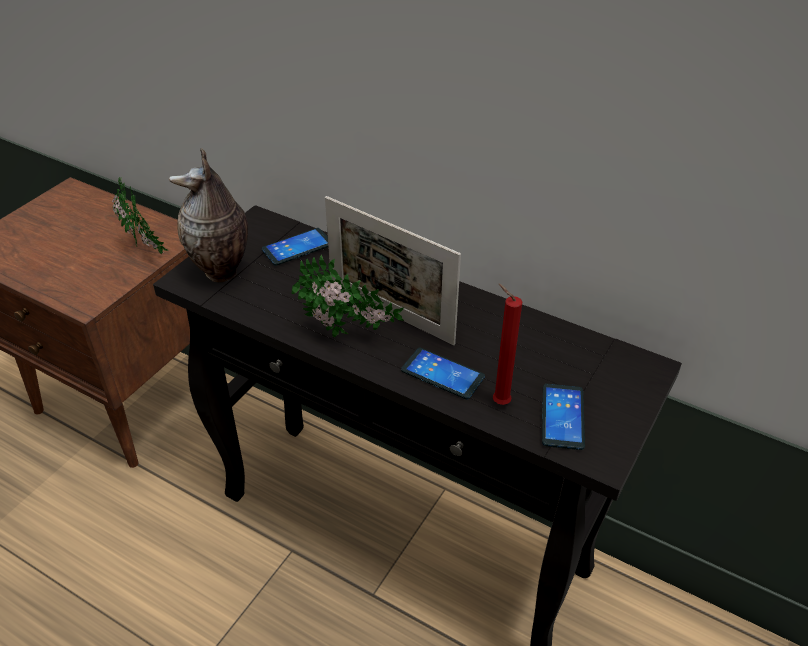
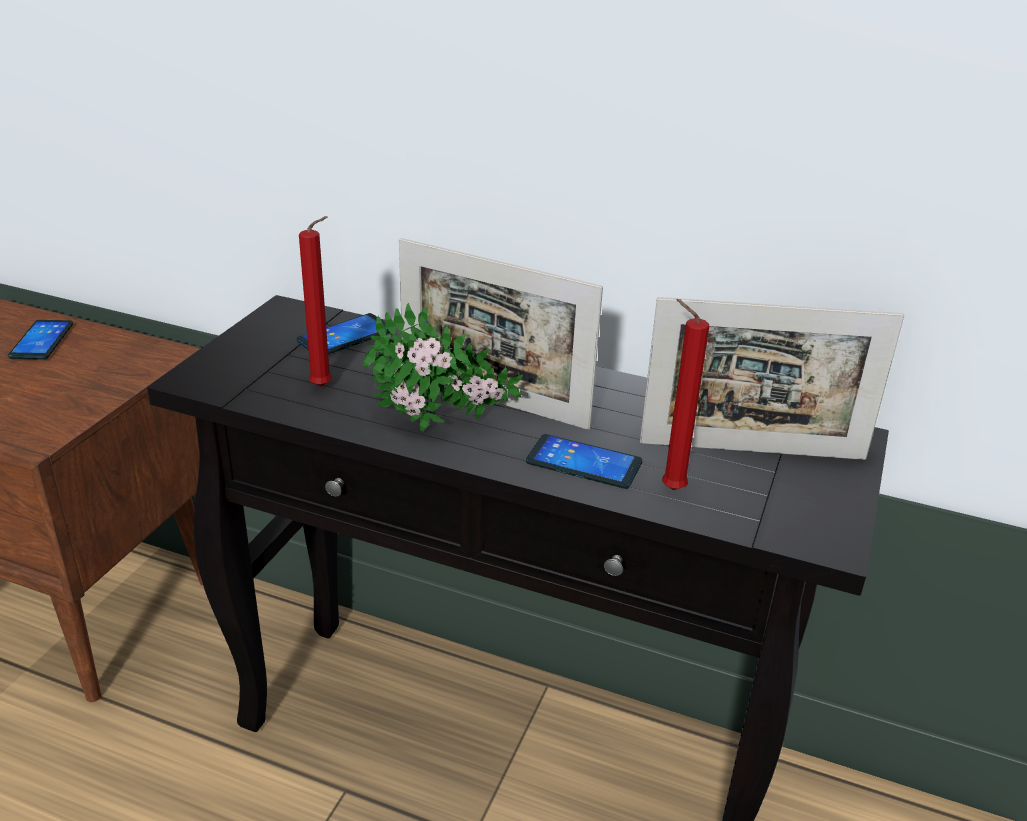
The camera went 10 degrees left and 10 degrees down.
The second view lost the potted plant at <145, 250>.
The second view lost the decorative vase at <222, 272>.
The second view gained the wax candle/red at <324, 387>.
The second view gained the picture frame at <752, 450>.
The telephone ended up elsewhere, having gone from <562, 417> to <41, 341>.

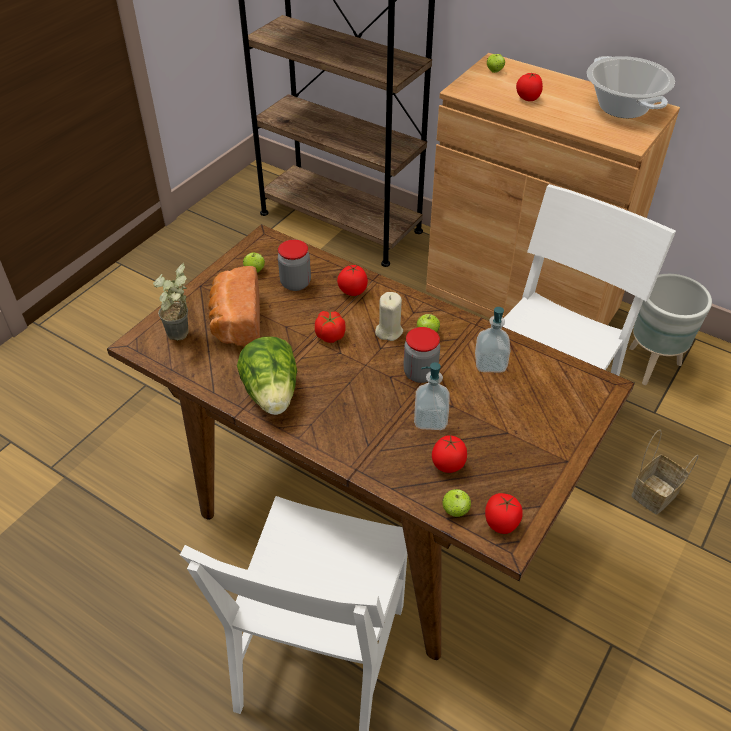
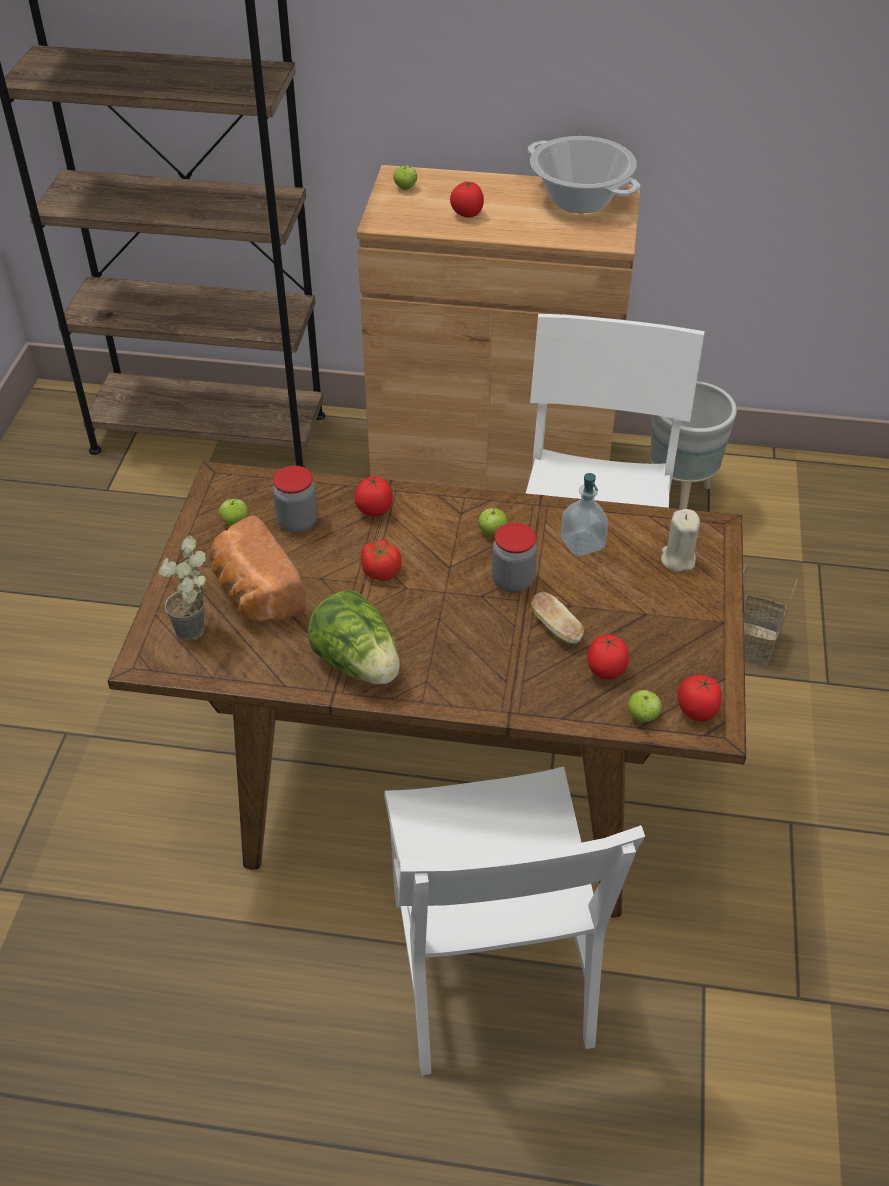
The camera went 25 degrees left and 0 degrees up.
The wax candle/beige-coloured ended up elsewhere, having gone from <389, 331> to <677, 559>.
Where the liquid soap bottle stood at <430, 419>, the bread came to stand at <556, 628>.

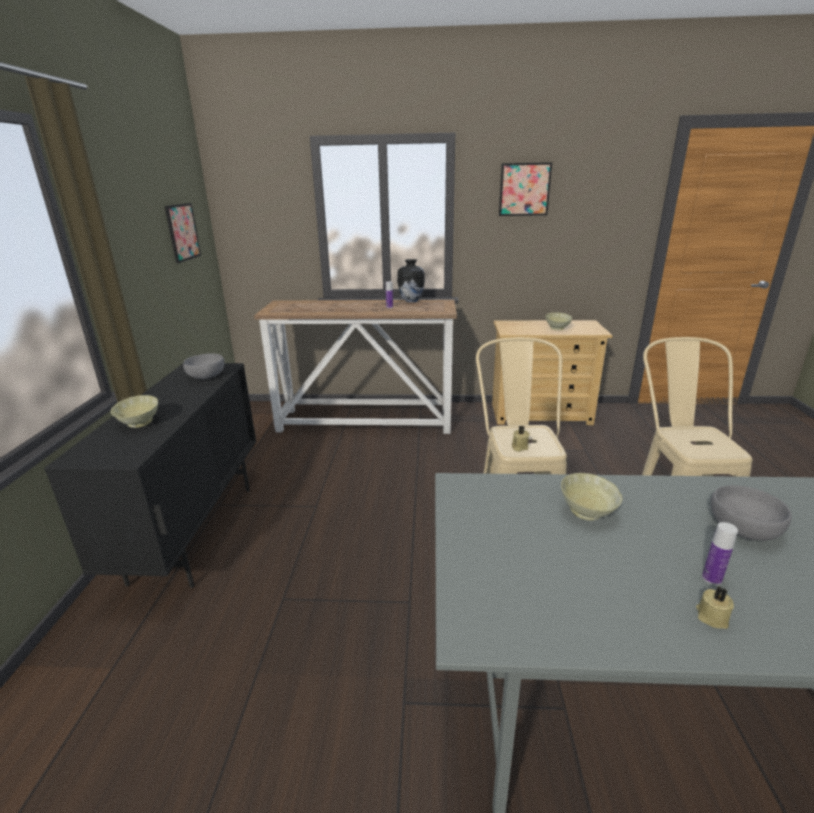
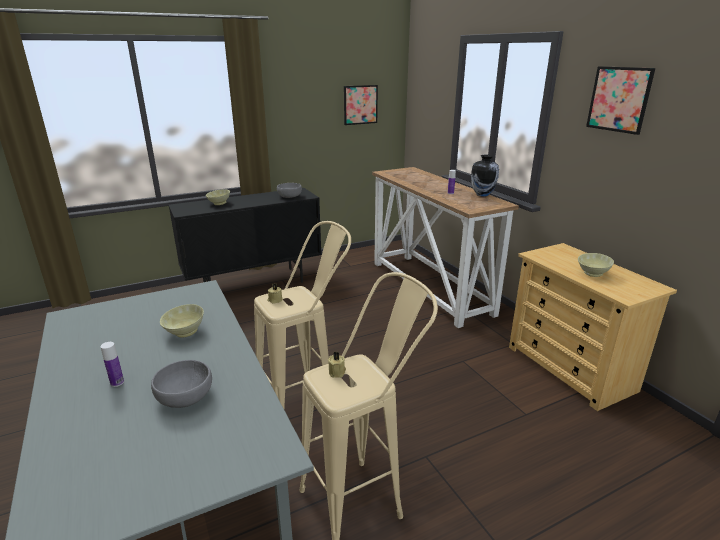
The camera went 60 degrees right and 0 degrees up.
The wax candle/beige-coloured ended up elsewhere, having gone from <711, 617> to <337, 372>.

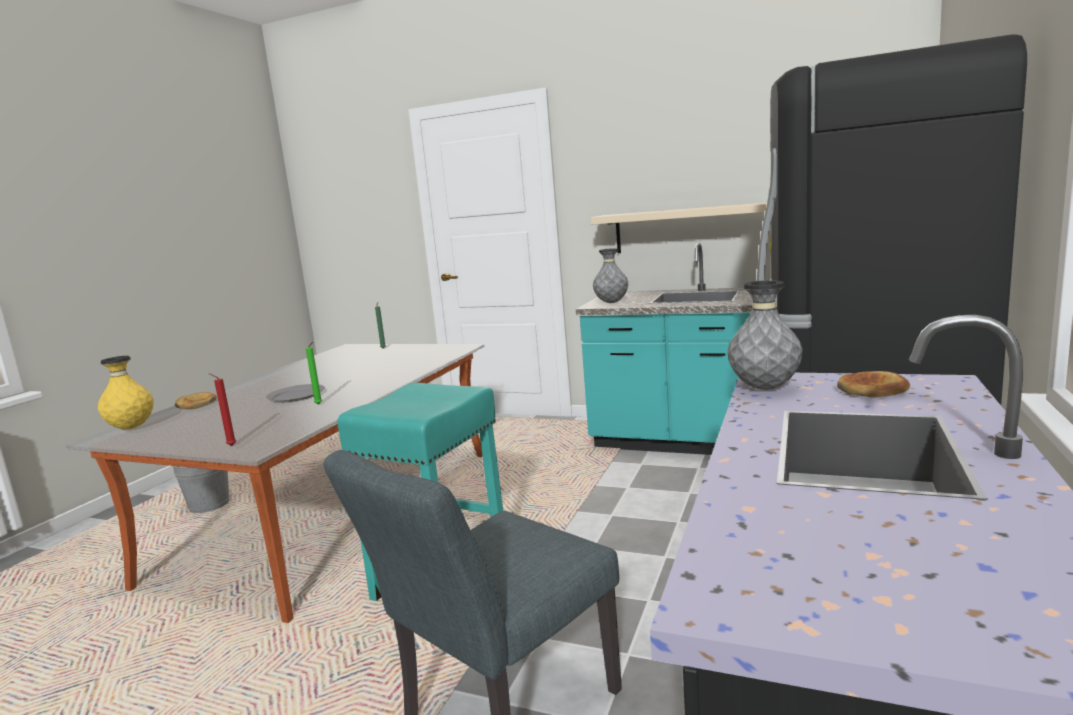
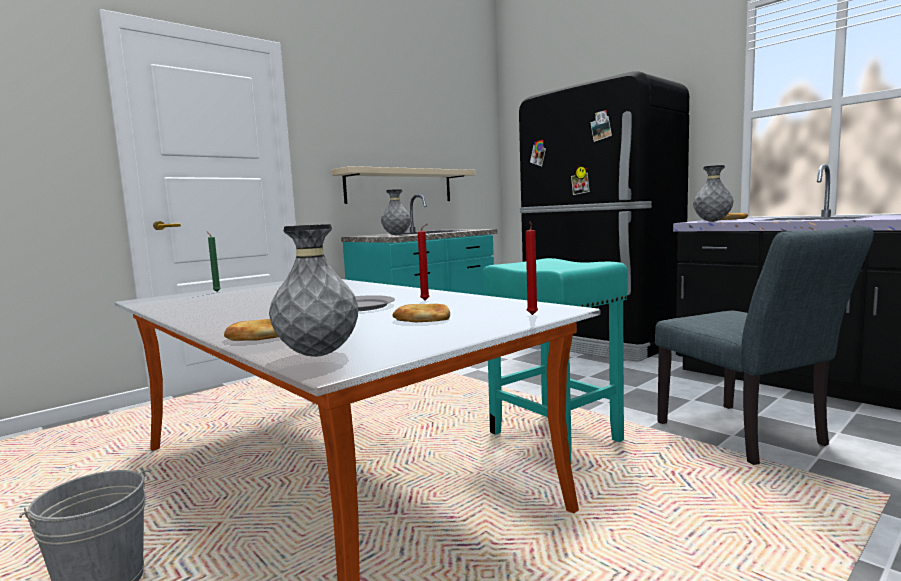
The camera went 65 degrees left and 5 degrees down.
The second view gained the bread at <422, 318>.
What was the decorative vase/yellow at <131, 428> turned into the decorative vase/gray at <318, 355>.
What was the wax candle/green-coloured at <319, 404> turned into the wax candle/red at <426, 300>.

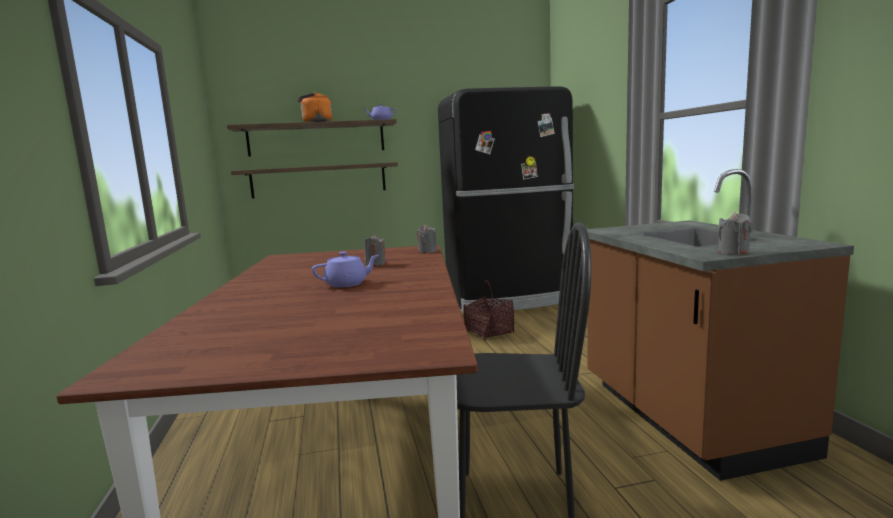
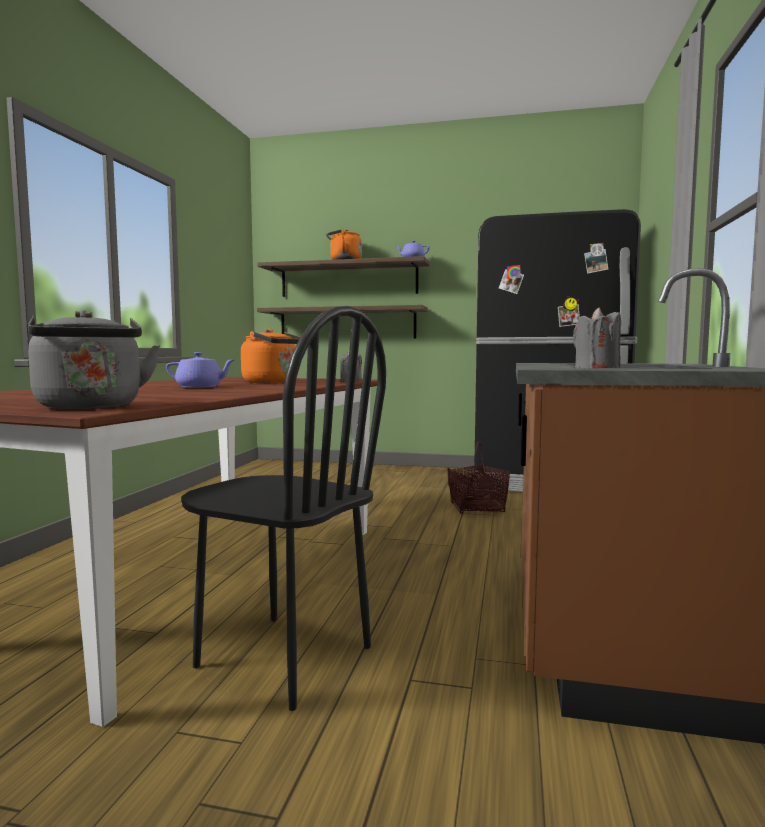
The camera went 25 degrees right and 5 degrees down.
The second view gained the tea kettle/gray at <91, 407>.
Where the wax candle/gray stood at <375, 264>, the tea kettle/orange-coloured came to stand at <273, 382>.

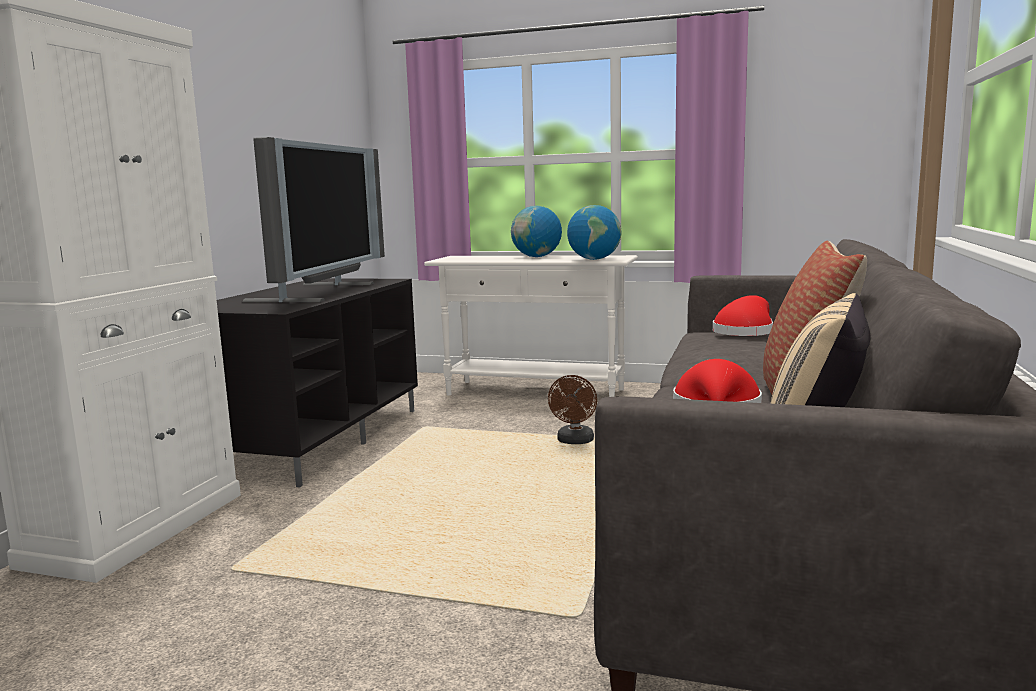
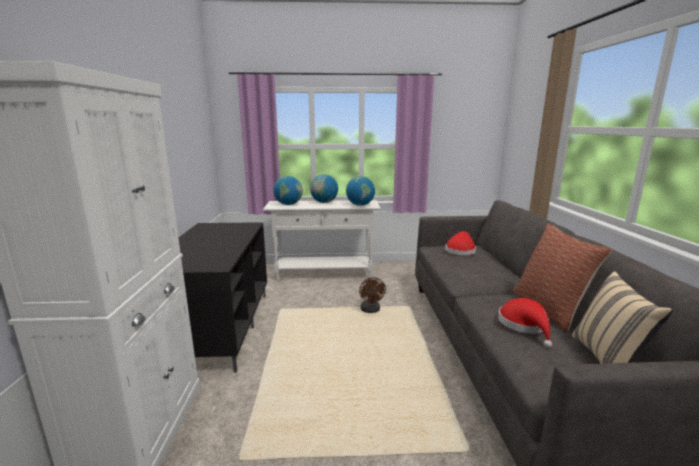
The camera went 20 degrees left and 5 degrees up.
The second view lost the television at <325, 292>.
The second view gained the desk globe at <288, 204>.

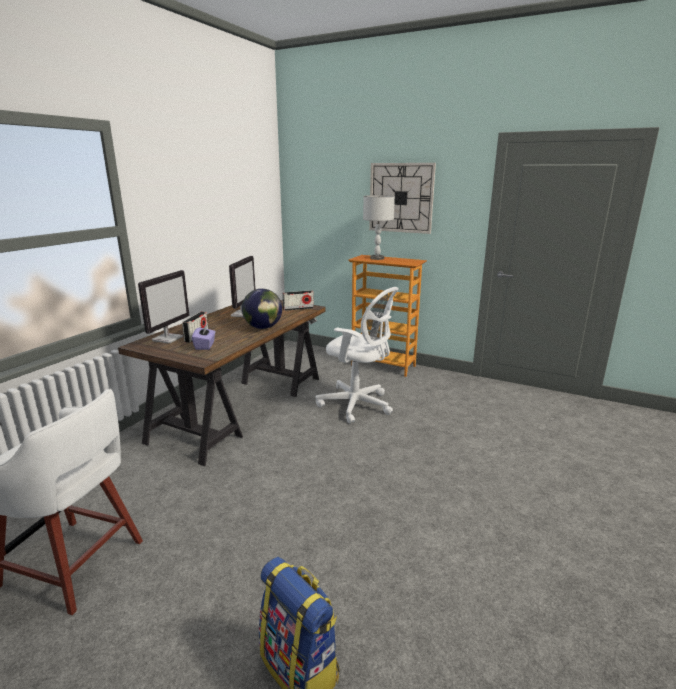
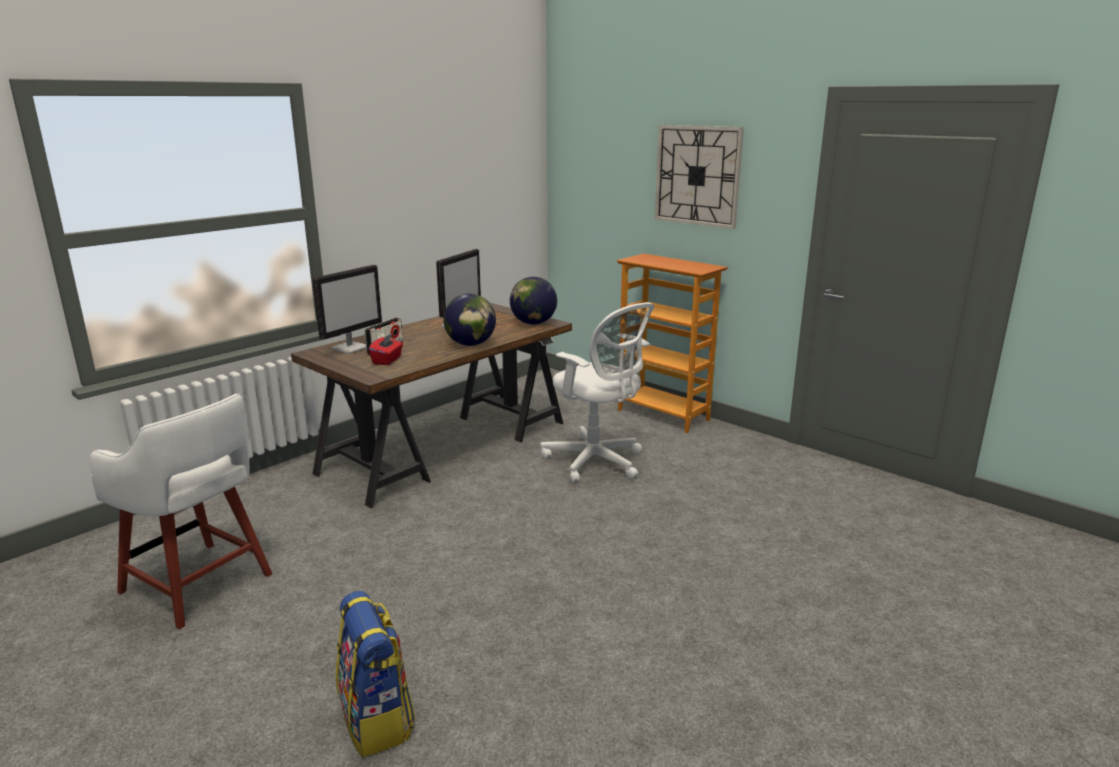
The camera went 15 degrees right and 0 degrees up.
The second view lost the lamp for a table/gray at <377, 258>.
Where the radio receiver stood at <298, 308>, the desk globe came to stand at <533, 323>.
What was the box of tissues/purple-coloured at <205, 346> turned into the box of tissues/red at <387, 360>.

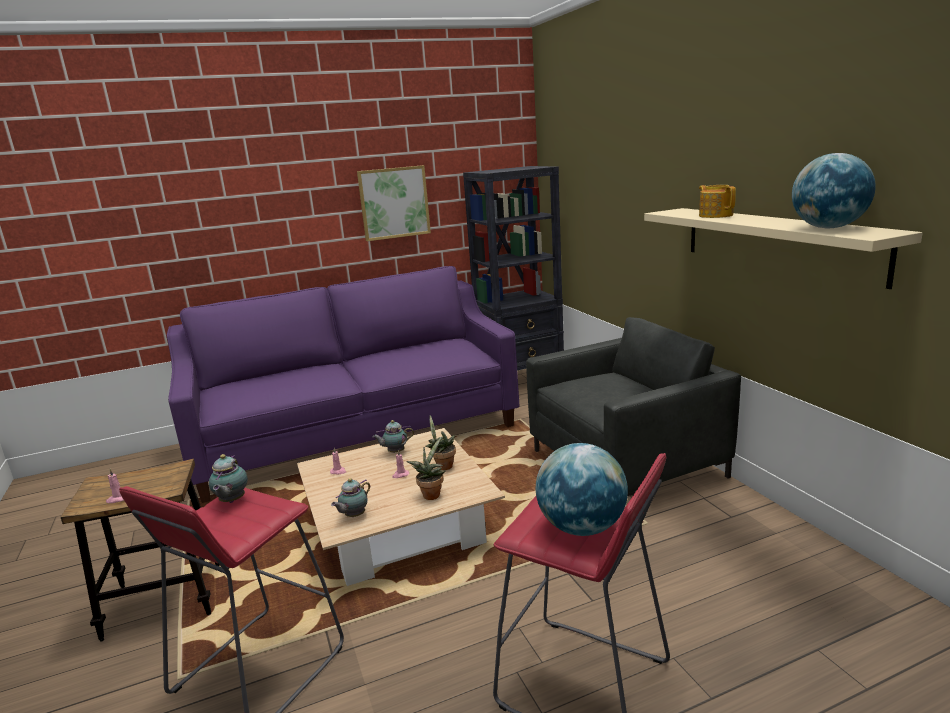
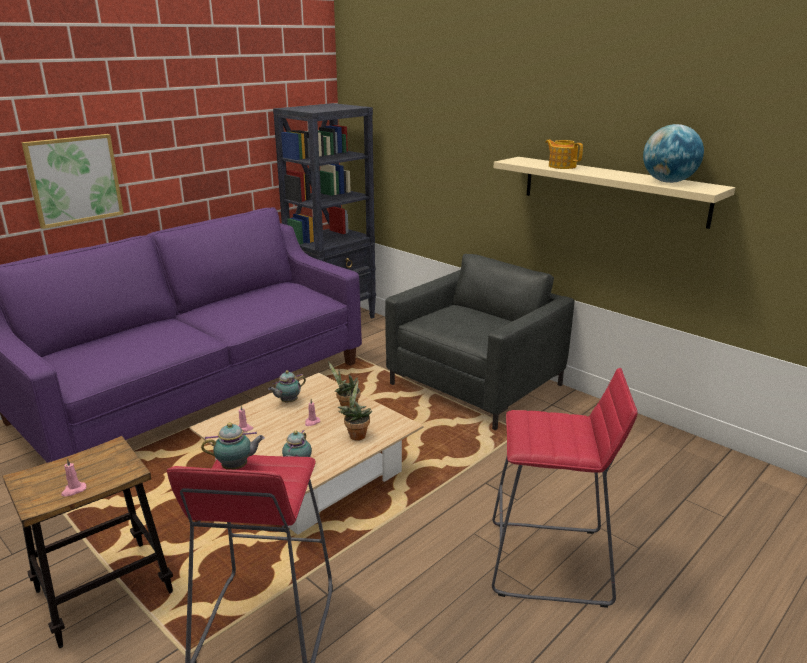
The camera went 25 degrees left and 5 degrees up.
The second view lost the desk globe at <582, 527>.
The wall picture ended up elsewhere, having gone from <394, 203> to <74, 180>.
The pot for tea at <231, 501> ended up facing another way, 75 degrees counterclockwise from before.

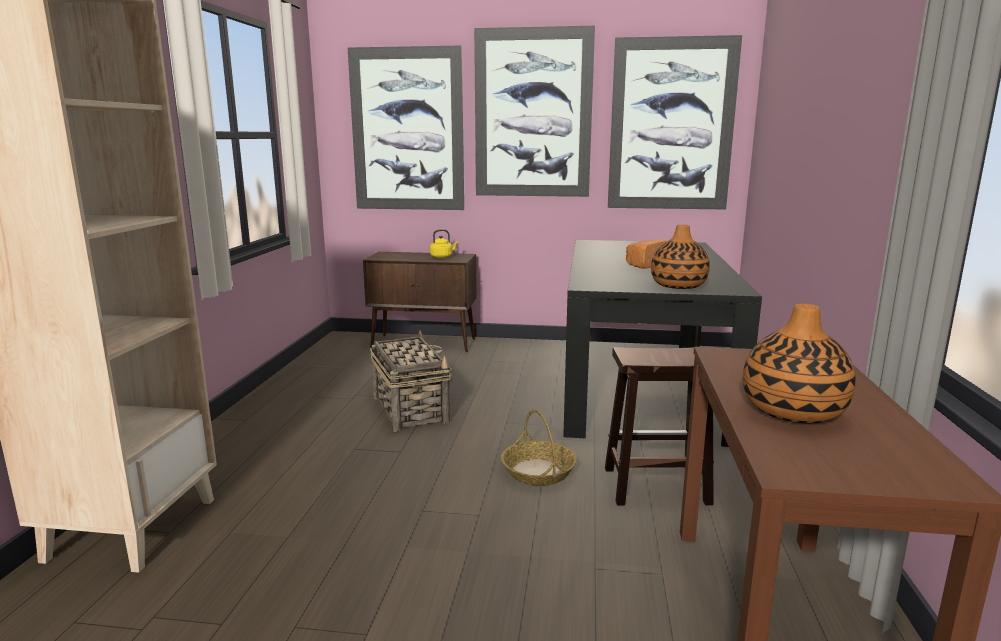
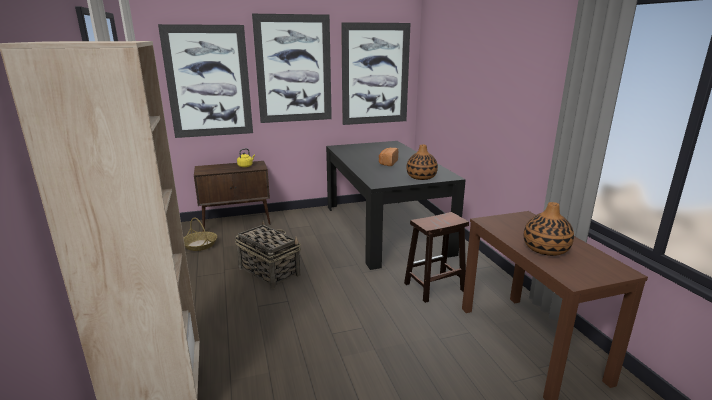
The camera went 25 degrees left and 5 degrees up.
The basket ended up elsewhere, having gone from <538, 471> to <200, 245>.

